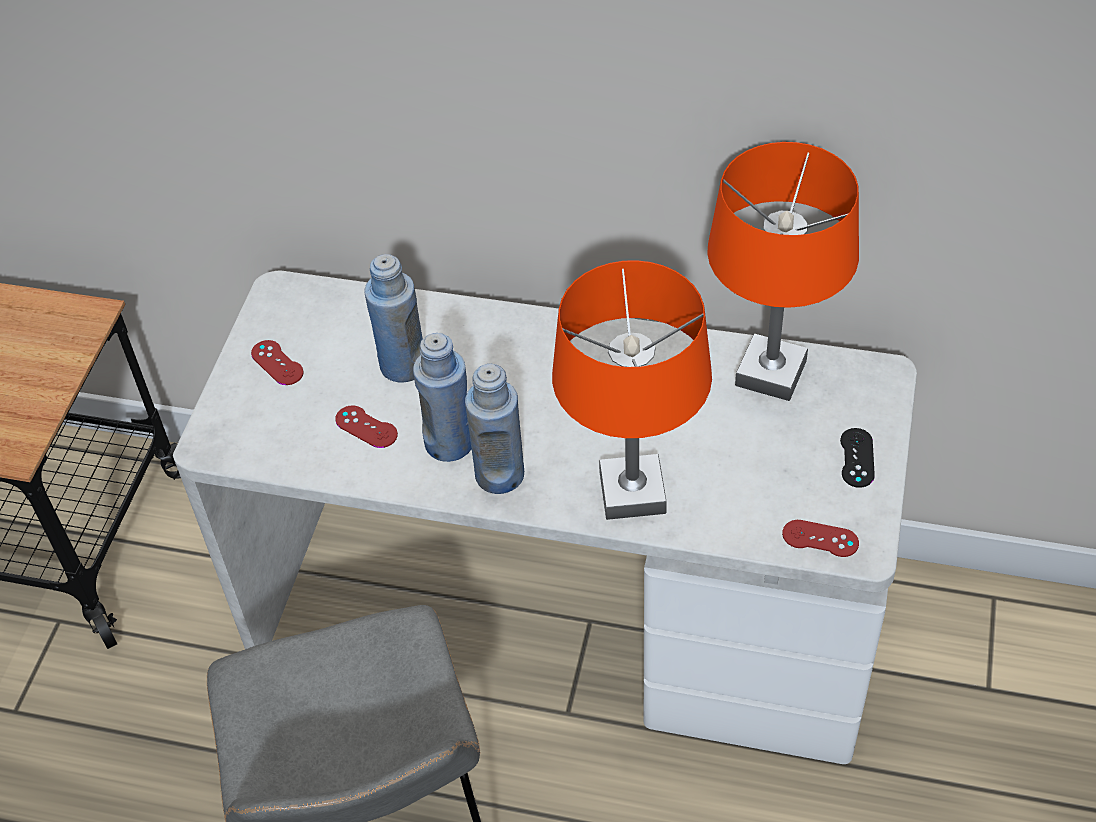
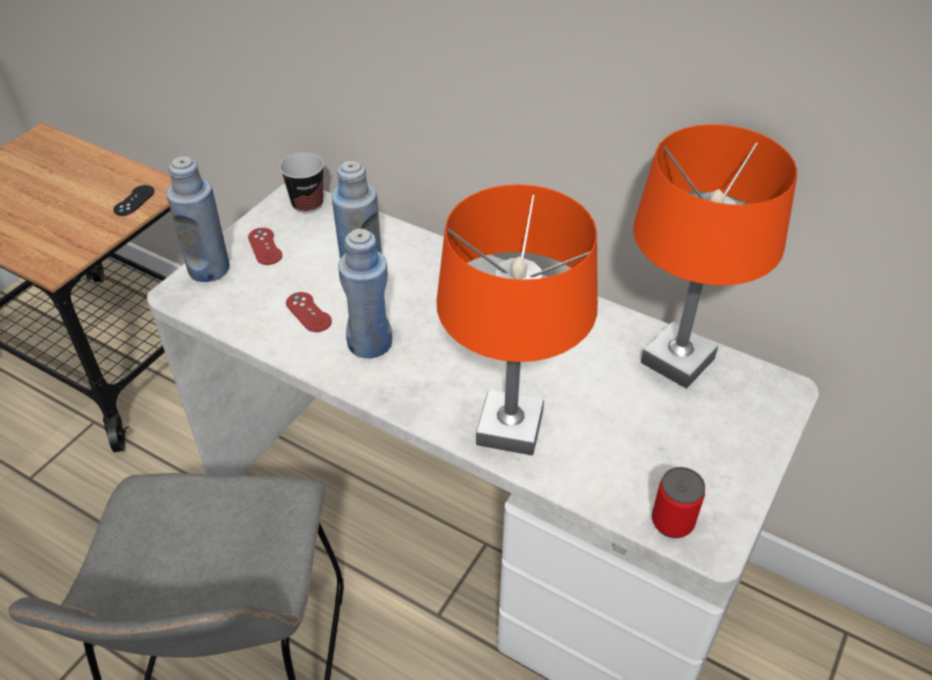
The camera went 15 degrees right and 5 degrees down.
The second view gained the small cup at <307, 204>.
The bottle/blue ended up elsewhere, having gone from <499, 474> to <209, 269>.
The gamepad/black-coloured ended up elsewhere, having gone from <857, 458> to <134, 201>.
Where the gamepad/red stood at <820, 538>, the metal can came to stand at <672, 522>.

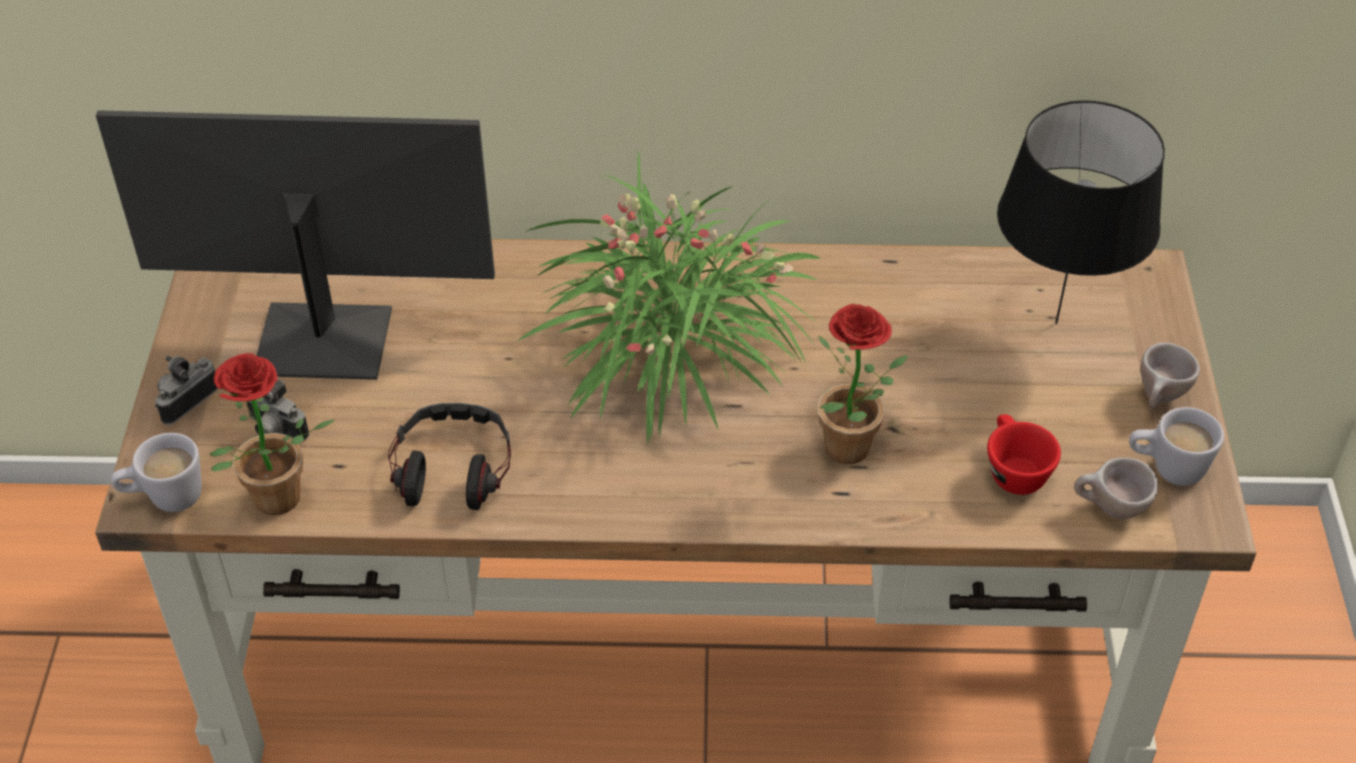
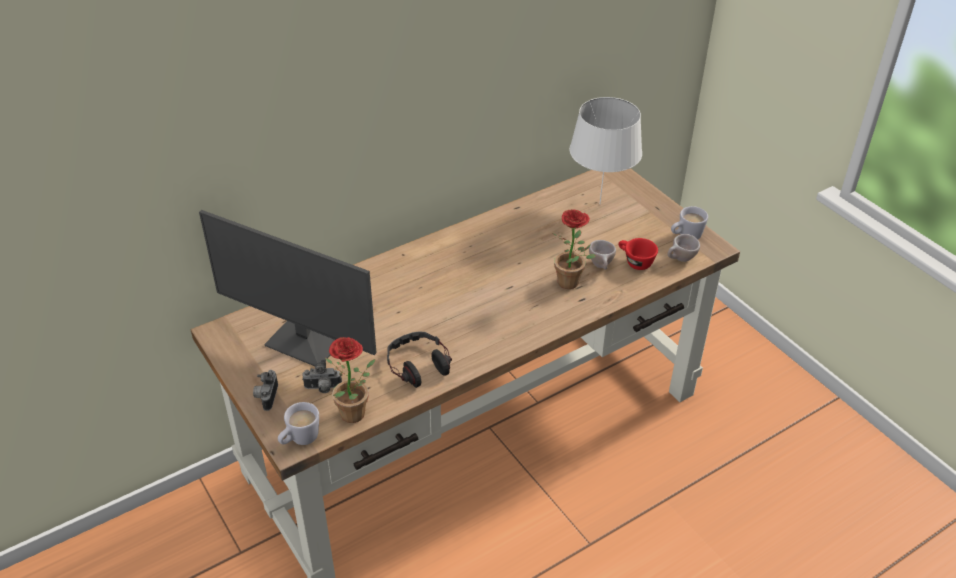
The camera went 35 degrees left and 5 degrees down.
The second view lost the potted plant at <673, 351>.
The small cup/beige-coloured ended up elsewhere, having gone from <1160, 399> to <601, 266>.
What was the lamp for a table/black-coloured at <1054, 322> turned into the lamp for a table/whitish at <599, 203>.
The computer display at <323, 338> ended up facing another way, 120 degrees counterclockwise from before.

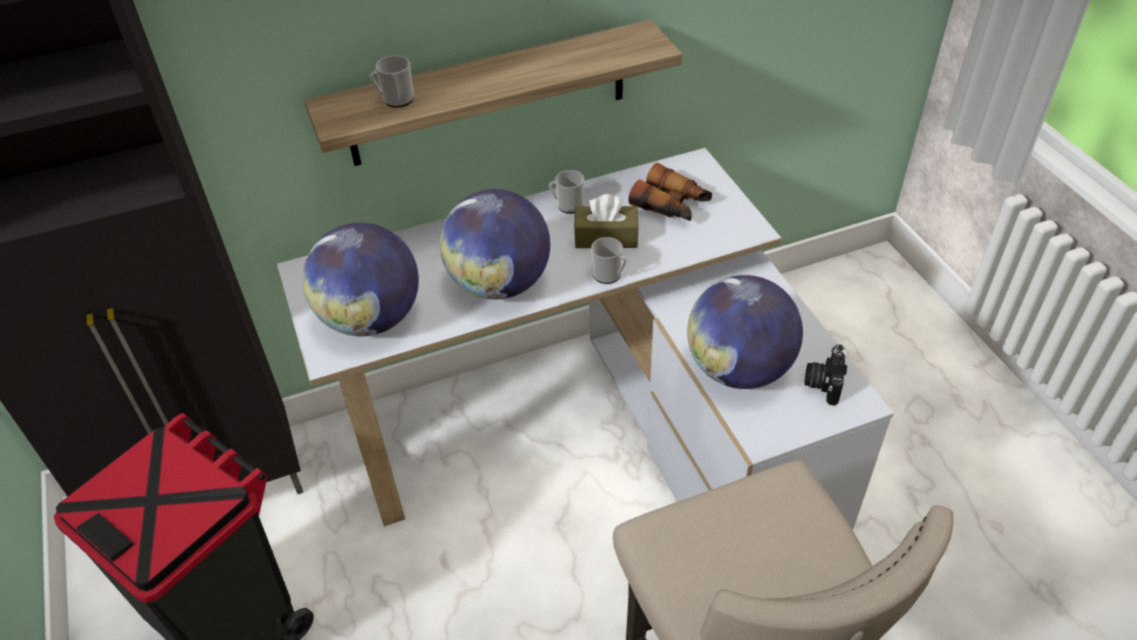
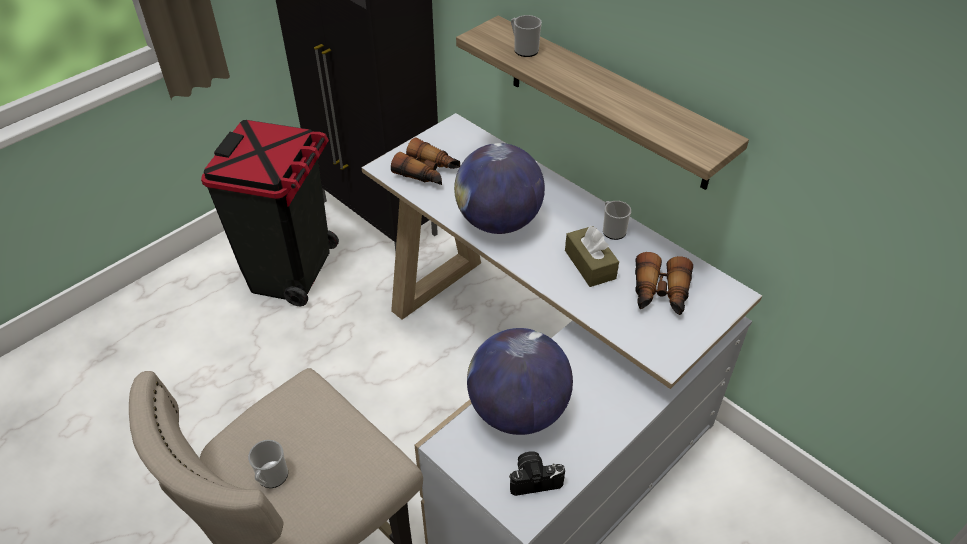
The camera went 65 degrees right and 0 degrees up.
The tea mug ended up elsewhere, having gone from <609, 276> to <271, 478>.
Where the desk globe stood at <371, 319>, the field glasses came to stand at <428, 172>.

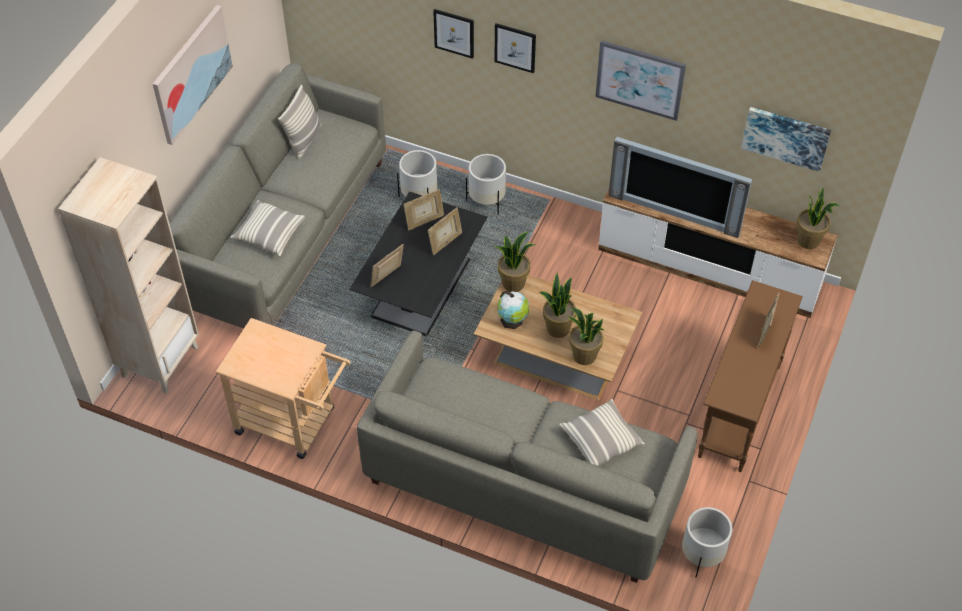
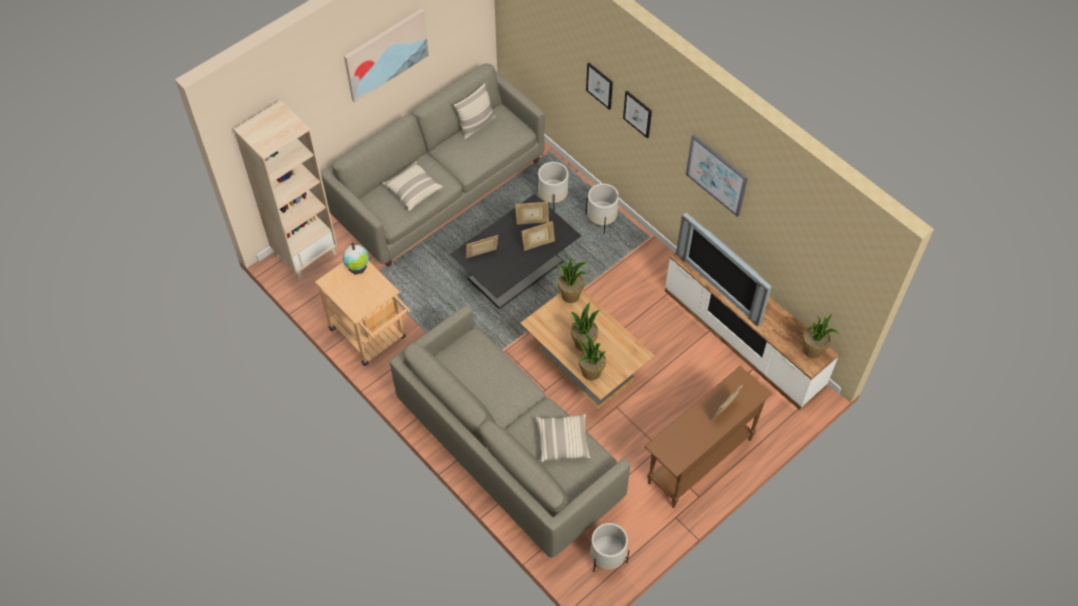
The camera went 25 degrees right and 5 degrees up.
The second view lost the wall picture at <786, 137>.
The desk globe ended up elsewhere, having gone from <512, 320> to <357, 267>.

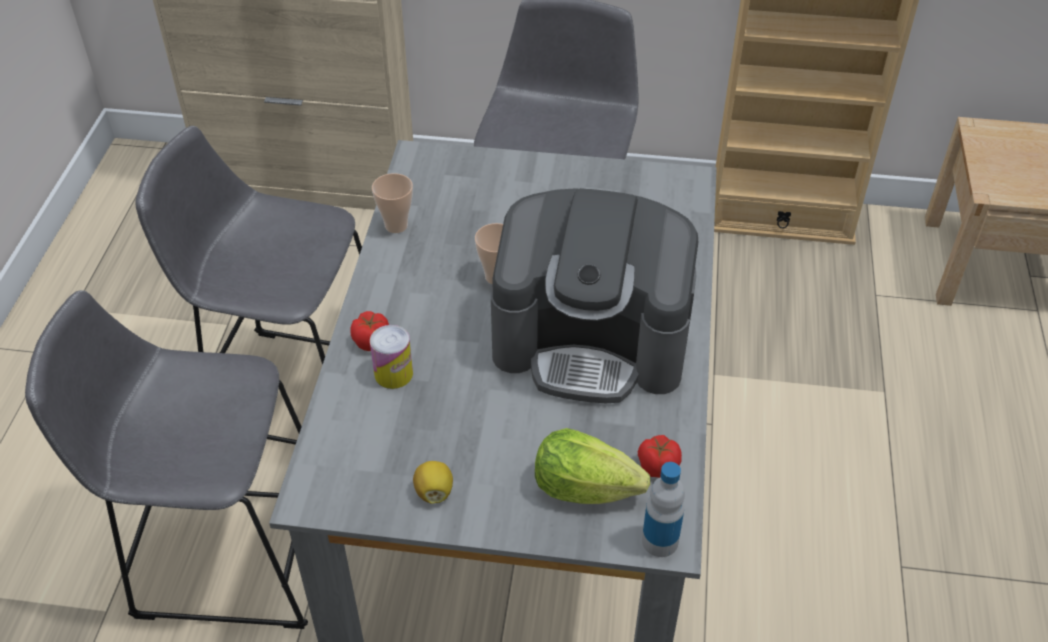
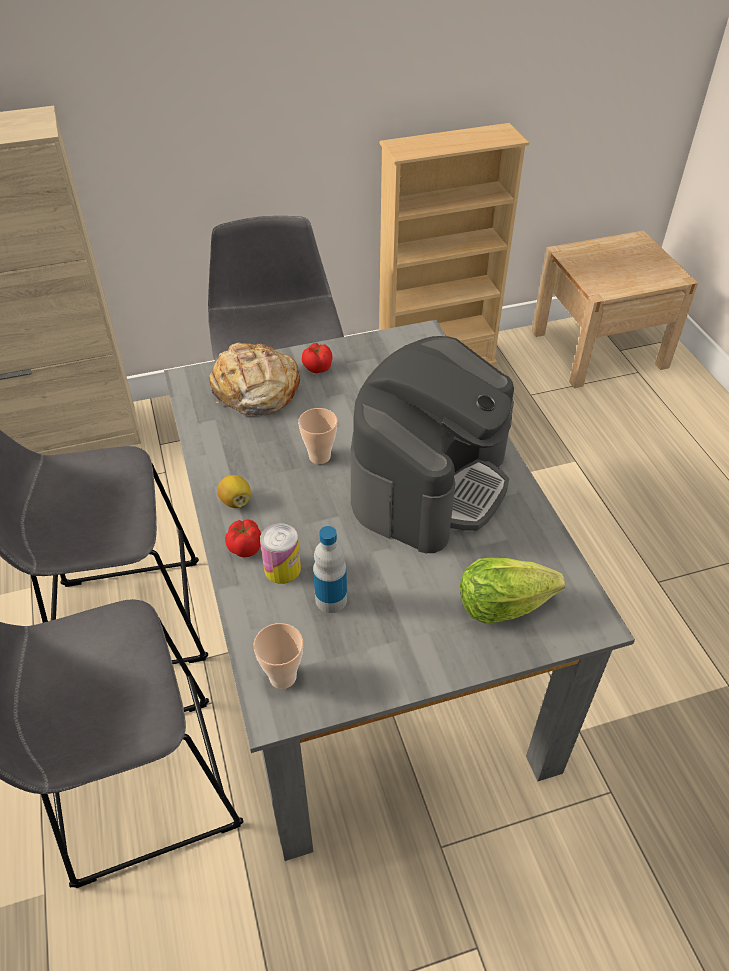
The camera went 25 degrees left and 0 degrees up.
The second view gained the bread at <255, 391>.
The small cup ended up elsewhere, having gone from <396, 225> to <282, 677>.
The whole lemon ended up elsewhere, having gone from <434, 492> to <235, 501>.
The whole tomato ended up elsewhere, having gone from <657, 466> to <317, 367>.
The bottle ended up elsewhere, having gone from <660, 541> to <331, 599>.
The coffee machine at <592, 340> ended up facing another way, 45 degrees counterclockwise from before.

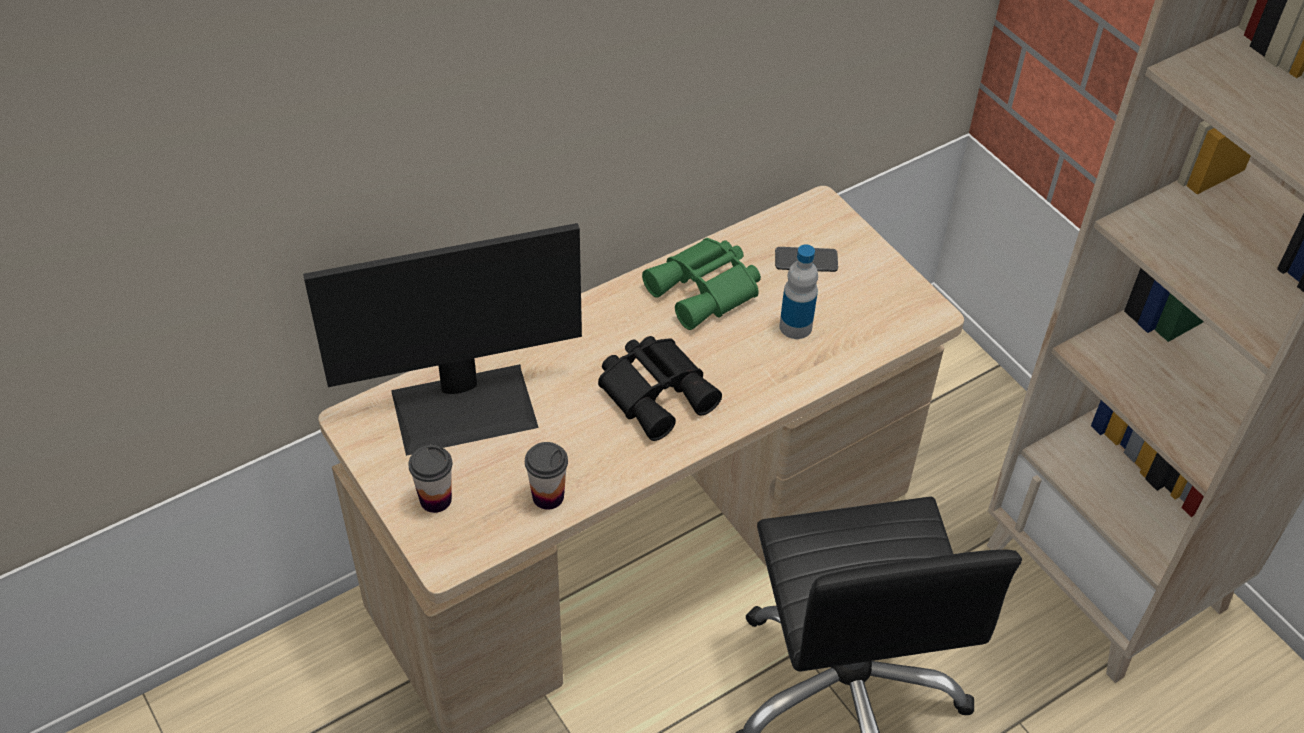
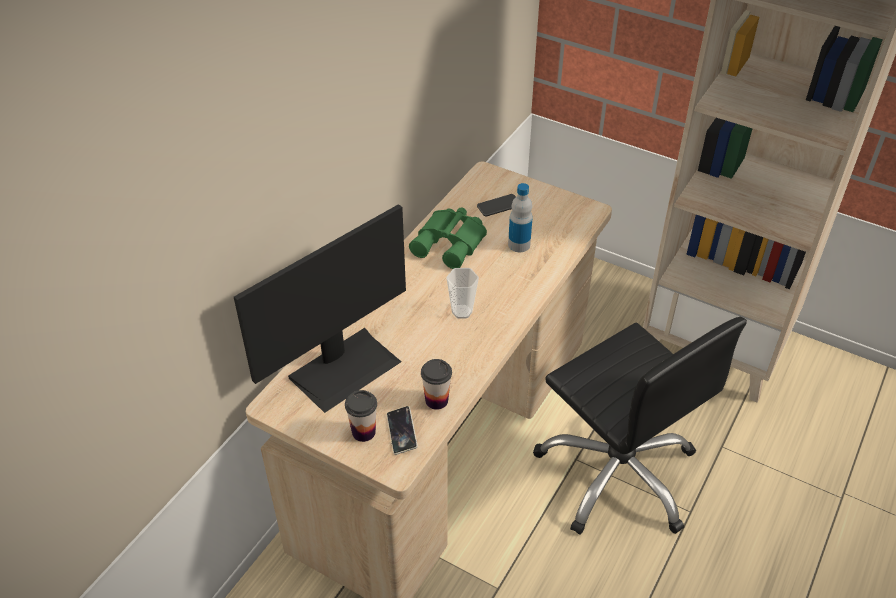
The camera went 25 degrees left and 5 degrees down.
The second view gained the telephone at <401, 432>.
Where the field glasses/black-coloured stood at <657, 391>, the small cup came to stand at <462, 311>.

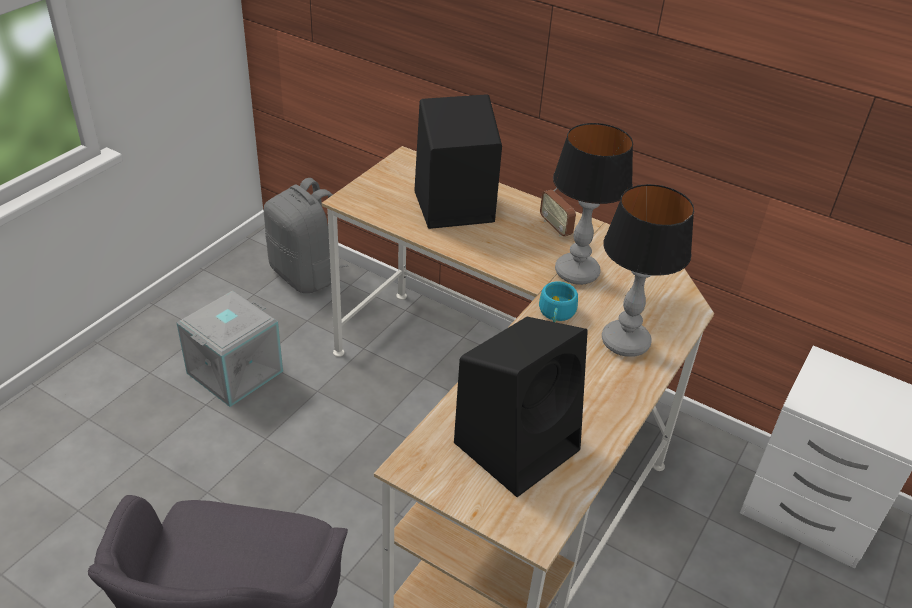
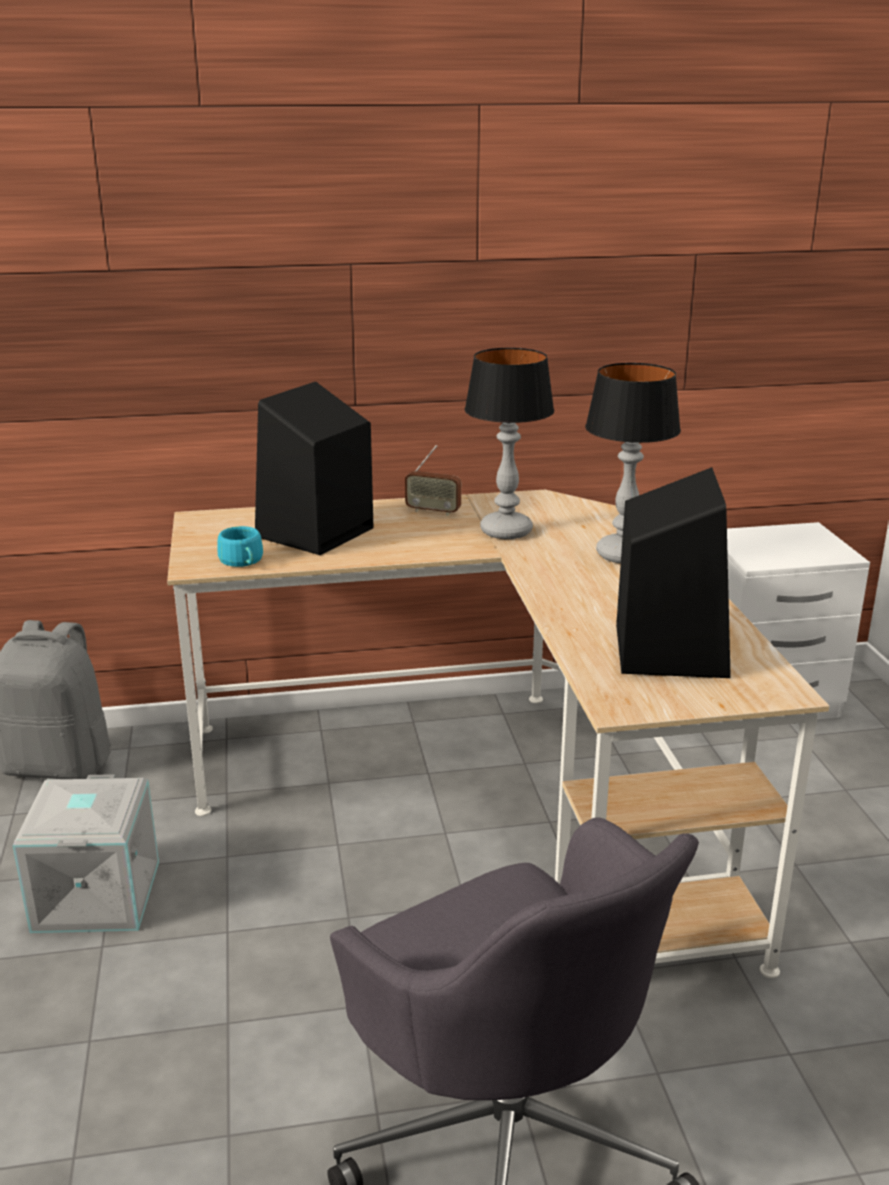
The camera went 40 degrees left and 15 degrees down.
The small cup/blue-green ended up elsewhere, having gone from <556, 313> to <243, 562>.

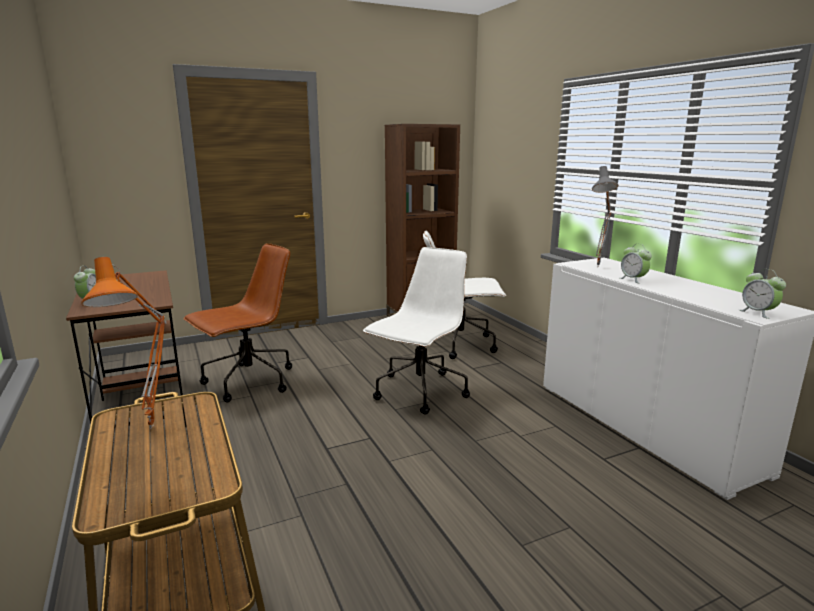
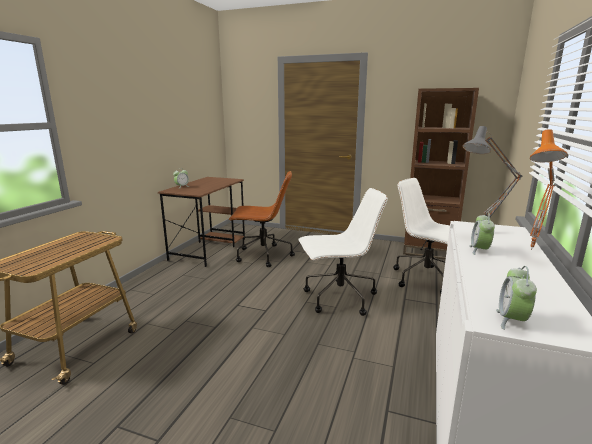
The camera went 45 degrees right and 0 degrees up.
The lamp for a table/orange-coloured ended up elsewhere, having gone from <155, 427> to <534, 250>.

